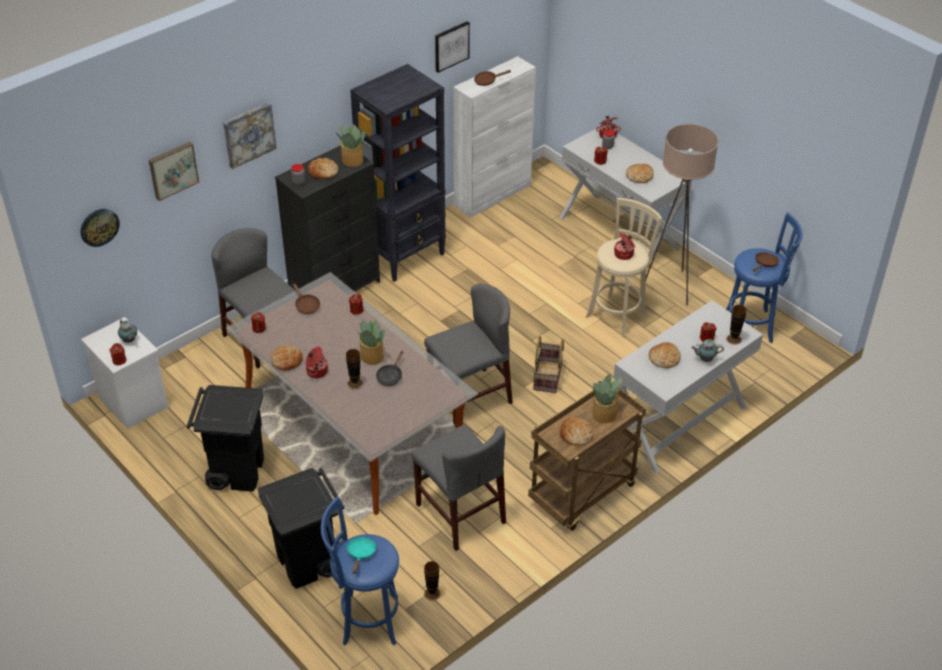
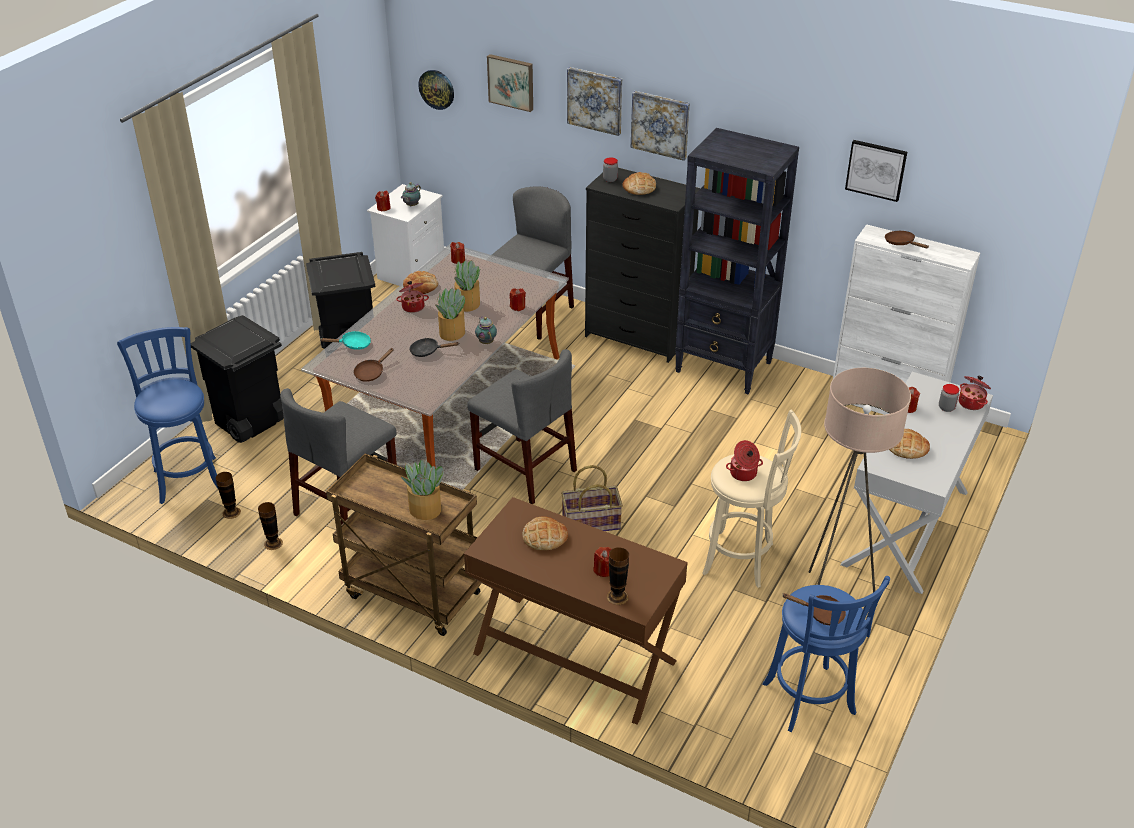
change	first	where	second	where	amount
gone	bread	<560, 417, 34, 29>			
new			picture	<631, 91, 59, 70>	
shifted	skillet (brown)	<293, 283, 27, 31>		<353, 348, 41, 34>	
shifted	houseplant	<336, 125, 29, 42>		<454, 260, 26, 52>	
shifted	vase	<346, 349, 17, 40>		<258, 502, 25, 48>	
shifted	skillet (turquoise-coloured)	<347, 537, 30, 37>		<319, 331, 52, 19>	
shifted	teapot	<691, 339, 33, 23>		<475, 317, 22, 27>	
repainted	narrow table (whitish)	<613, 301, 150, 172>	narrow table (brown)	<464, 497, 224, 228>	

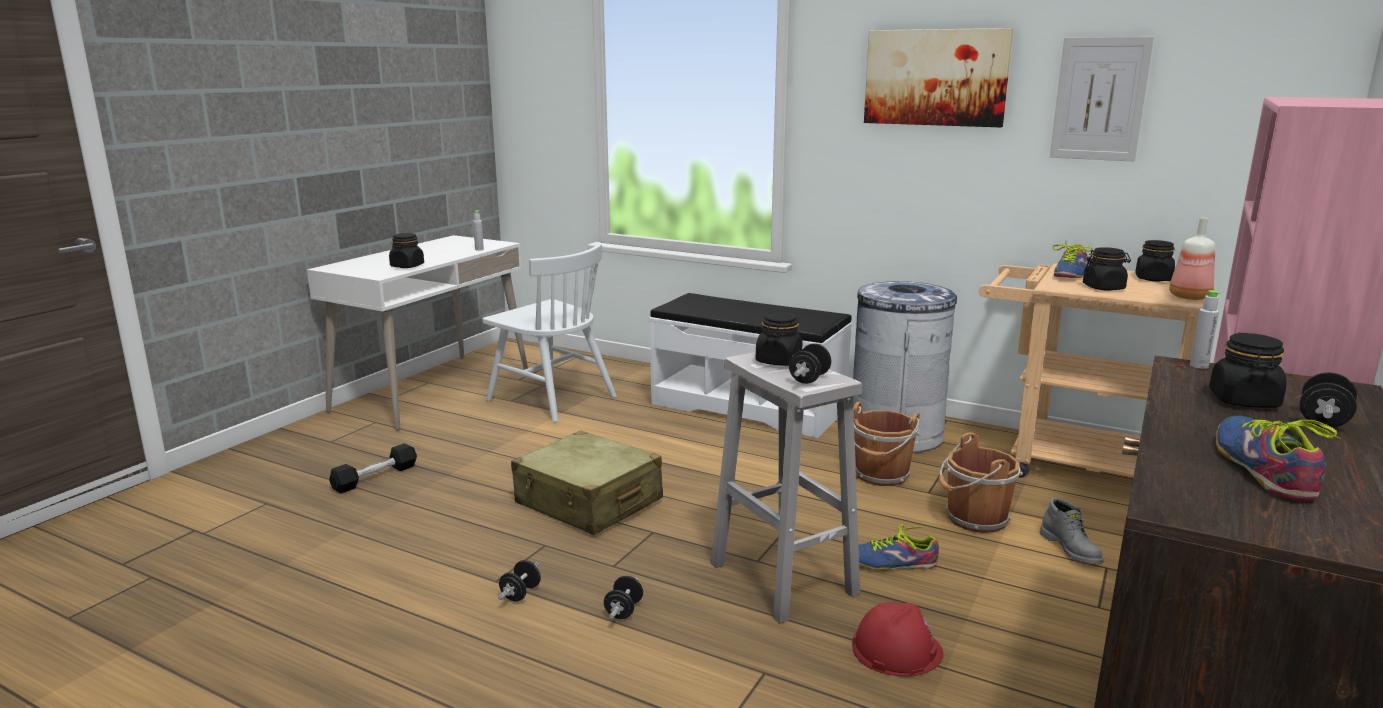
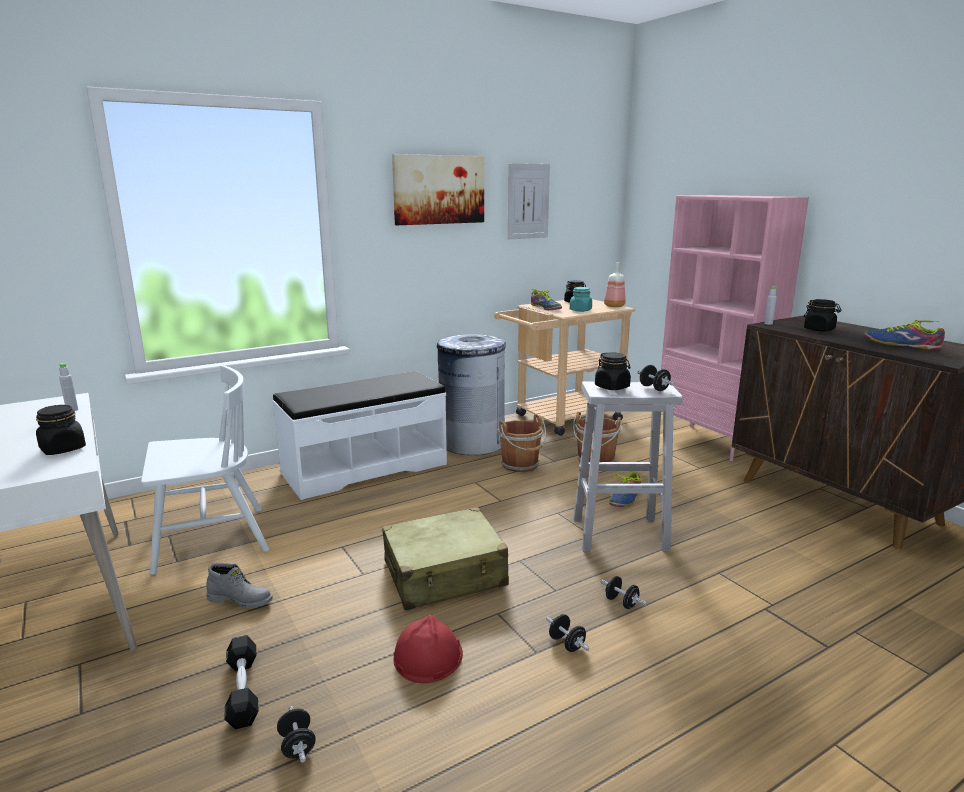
change	first	where	second	where	amount
shifted	work helmet (reddish)	<852, 602, 91, 74>		<393, 615, 70, 68>	
shifted	high-top boot (greyish)	<1040, 498, 64, 66>		<206, 563, 67, 45>	
shifted	dumbbell (black)	<1299, 372, 58, 56>		<277, 706, 39, 56>	
repainted	jar (black)	<1083, 247, 48, 44>	jar (turquoise-coloured)	<570, 287, 22, 25>	

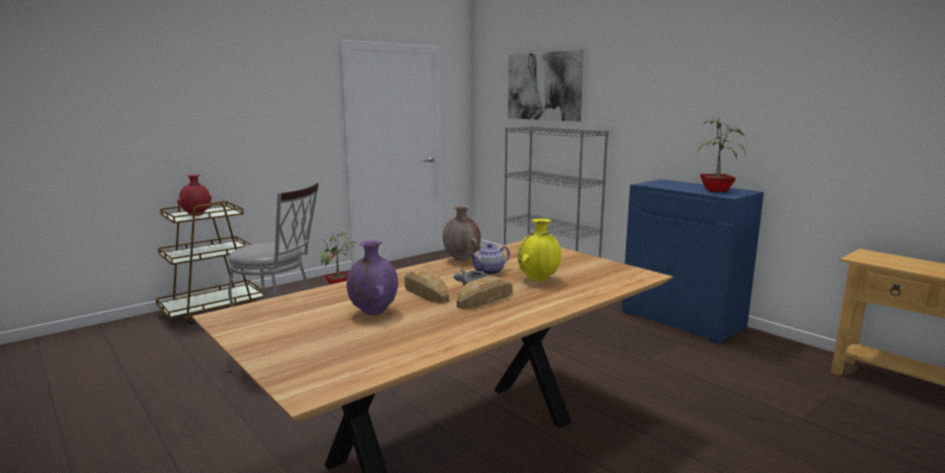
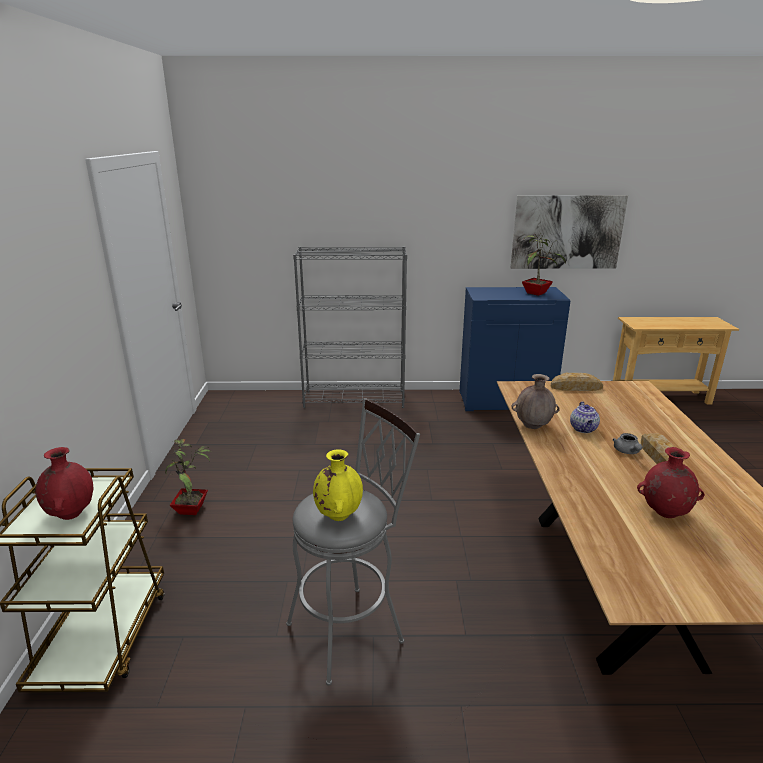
change	first	where	second	where	amount
shifted	bread	<404, 270, 45, 33>		<551, 373, 52, 18>	
shifted	picture	<508, 49, 76, 72>		<511, 195, 117, 74>	
shifted	vase (yellow-coloured)	<518, 219, 43, 63>		<313, 449, 50, 72>	
repainted	vase (purplish)	<346, 240, 52, 75>	vase (reddish)	<637, 447, 68, 71>	

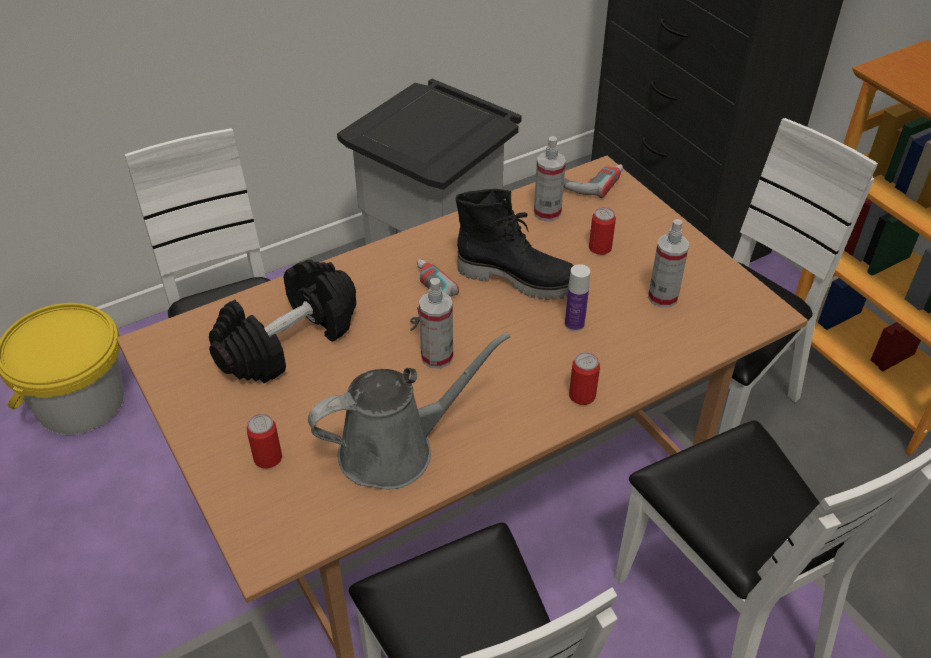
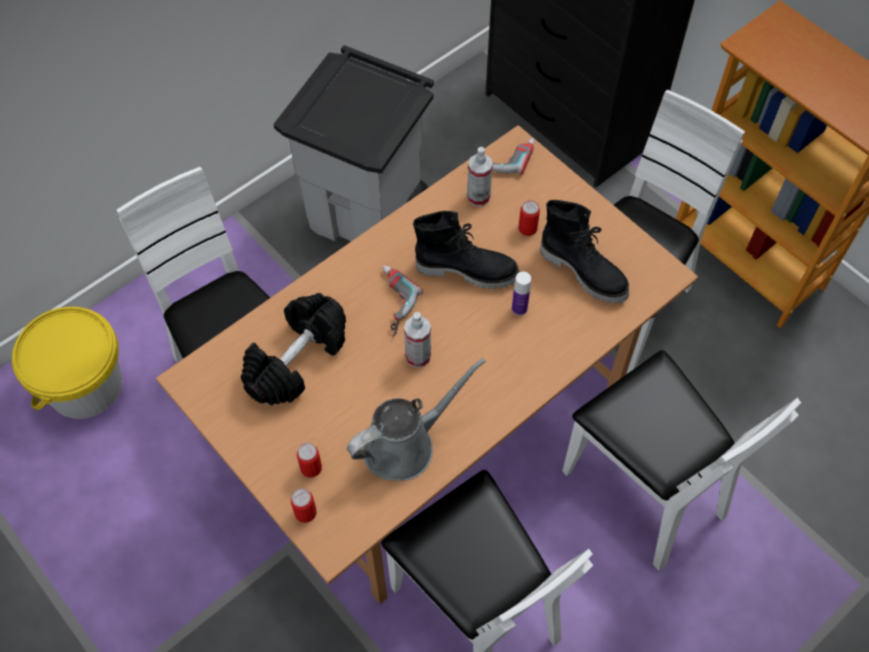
change	first	where	second	where	amount
shifted	sealed can	<569, 352, 31, 53>		<291, 488, 26, 35>	
swapped	sprayer	<648, 219, 42, 89>	high-top boot (black)	<540, 200, 89, 104>	

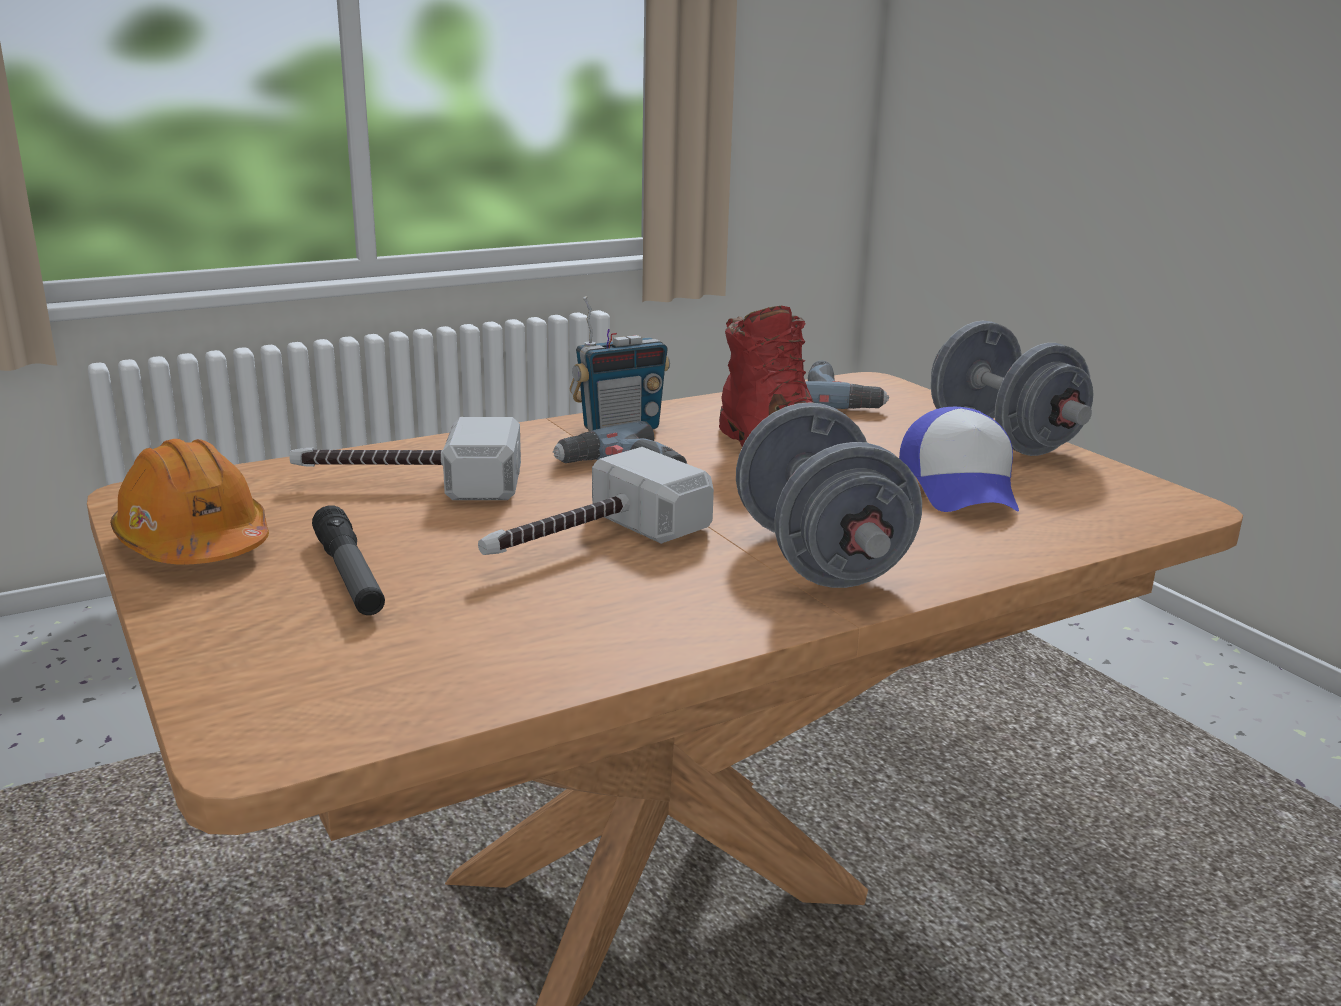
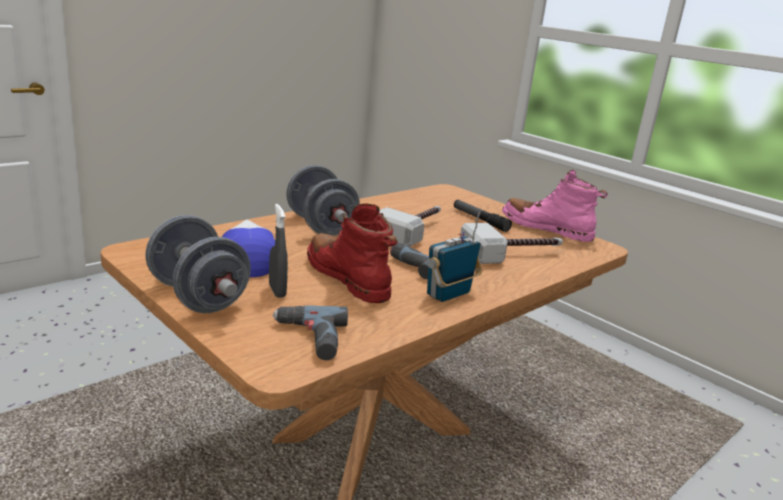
change	first	where	second	where	amount
new			sprayer (greyish)	<269, 204, 19, 94>	
swapped	work helmet (orange-coloured)	<110, 439, 159, 126>	high-top boot (pink)	<502, 170, 106, 72>	

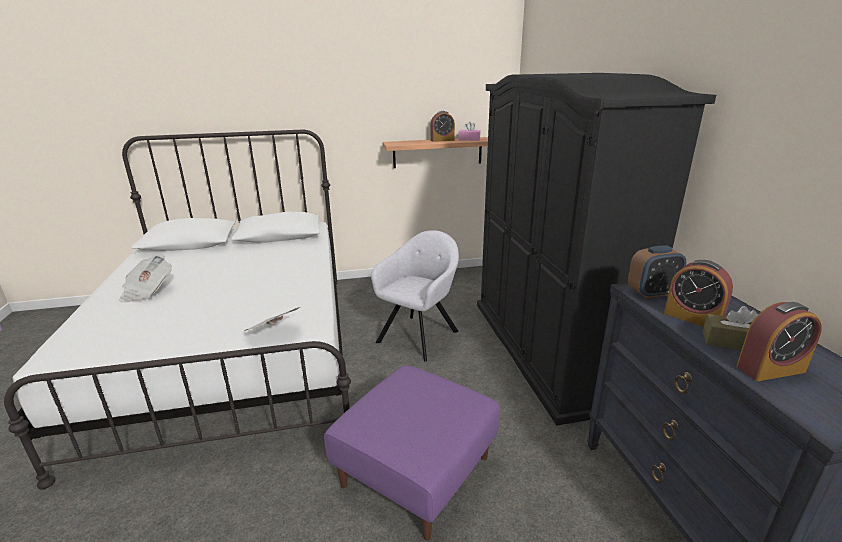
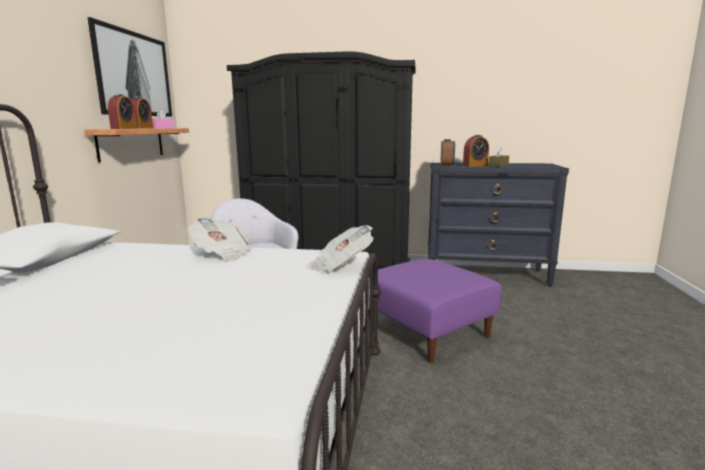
change	first	where	second	where	amount
new			picture	<87, 17, 85, 100>	
shifted	printed paper	<119, 255, 53, 47>		<188, 217, 64, 44>	
shifted	bedside clock	<736, 302, 86, 79>		<108, 94, 29, 35>	

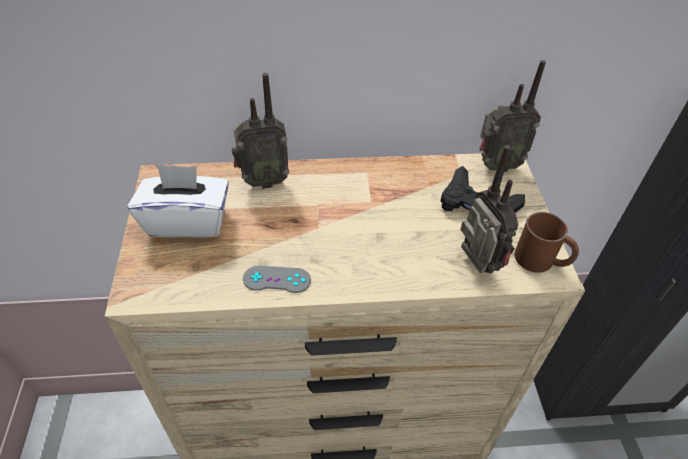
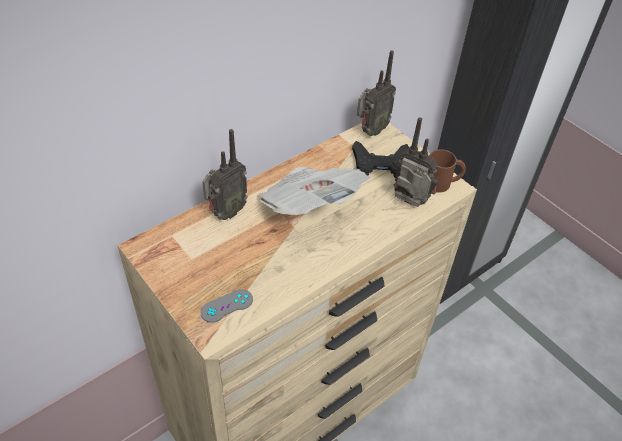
change	first	where	second	where	amount
gone	box of tissues (whitish)	<128, 164, 101, 74>			
new			printed paper	<257, 166, 114, 49>	
shifted	joypad (greyish)	<243, 266, 68, 27>		<200, 289, 53, 34>	

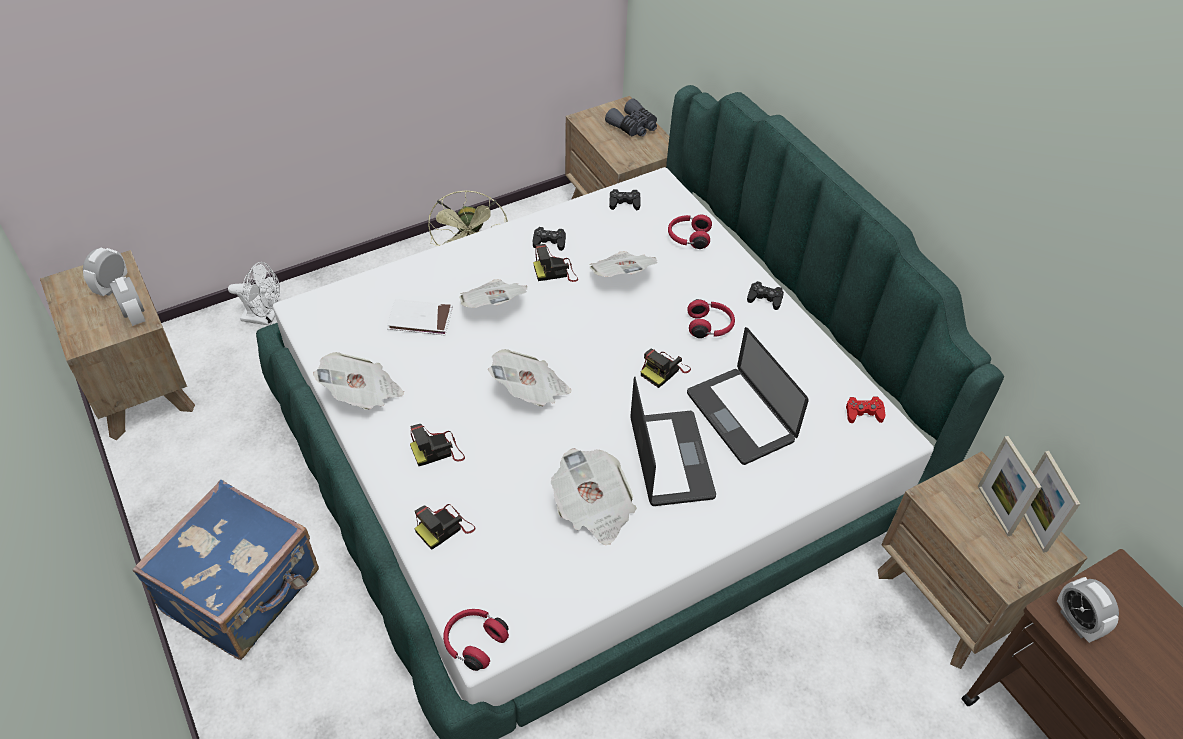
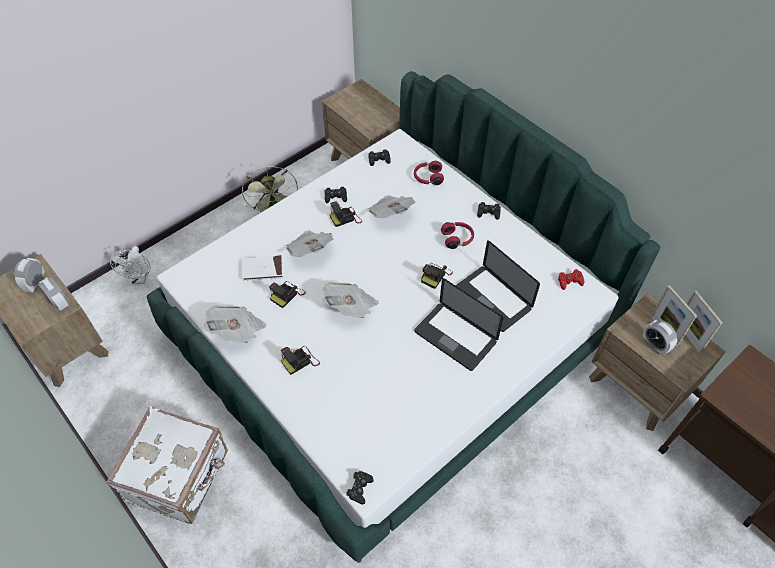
change	first	where	second	where	amount
gone	printed paper	<551, 448, 86, 97>			
gone	pair of binoculars (greyish)	<605, 98, 52, 39>			
shifted	photo camera	<414, 504, 61, 46>		<269, 281, 37, 27>	
shifted	bedside clock	<1057, 577, 62, 66>		<643, 320, 34, 36>	
swapped	headset (reddish)	<443, 609, 66, 62>	joypad (black)	<347, 471, 27, 34>	
repainted	travel case (blue-coloured)	<132, 480, 187, 180>	travel case (whitish)	<107, 406, 121, 118>	
rotated	cooling fan (whitish)	<228, 262, 52, 64>		<110, 246, 40, 38>	90 degrees clockwise
rotated	notebook computer	<630, 377, 86, 129>		<414, 278, 90, 93>	150 degrees clockwise

